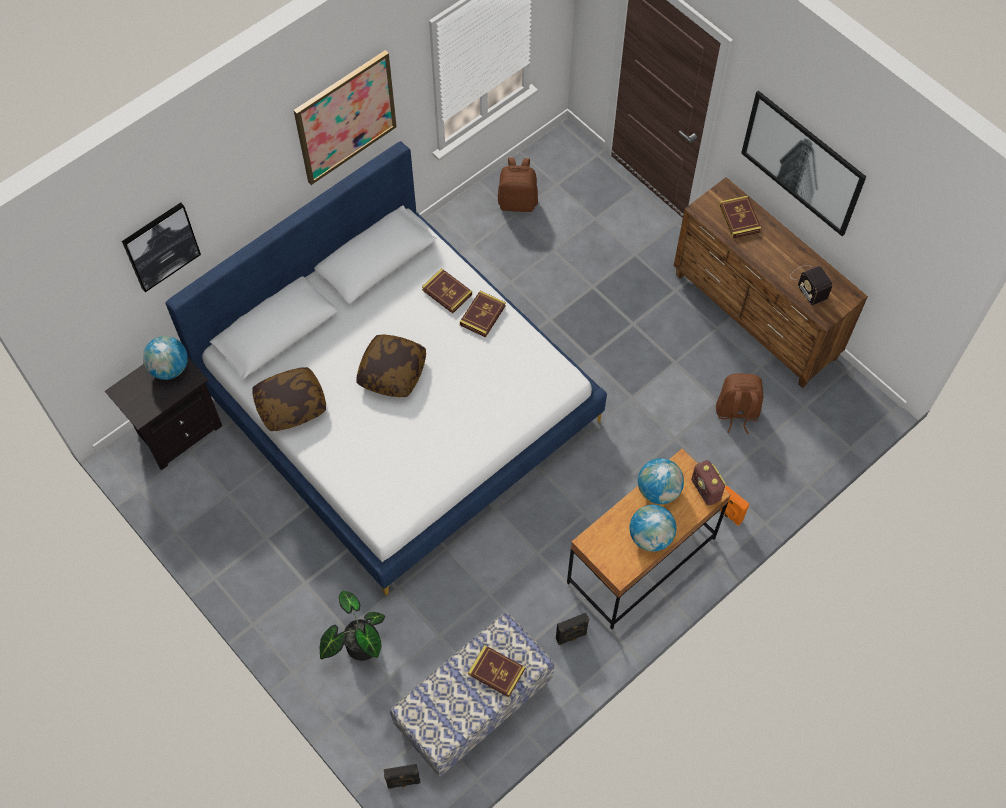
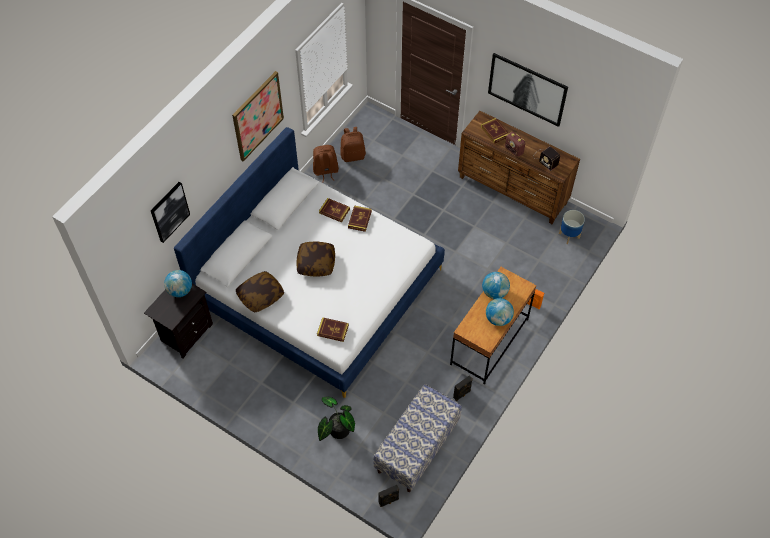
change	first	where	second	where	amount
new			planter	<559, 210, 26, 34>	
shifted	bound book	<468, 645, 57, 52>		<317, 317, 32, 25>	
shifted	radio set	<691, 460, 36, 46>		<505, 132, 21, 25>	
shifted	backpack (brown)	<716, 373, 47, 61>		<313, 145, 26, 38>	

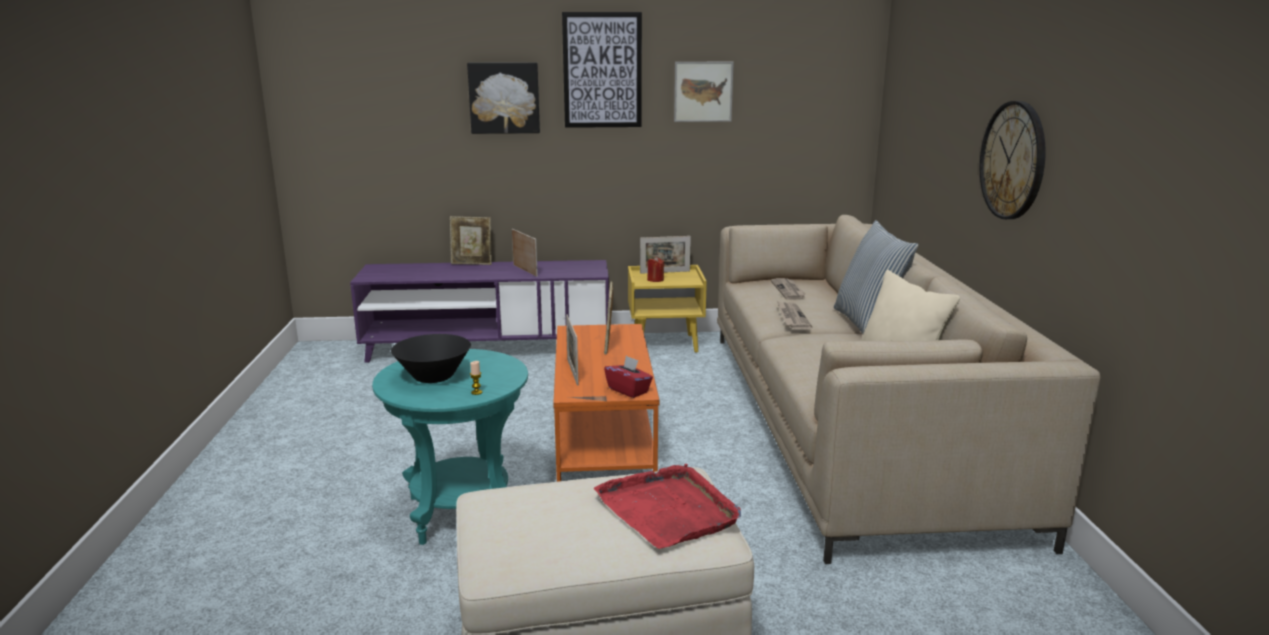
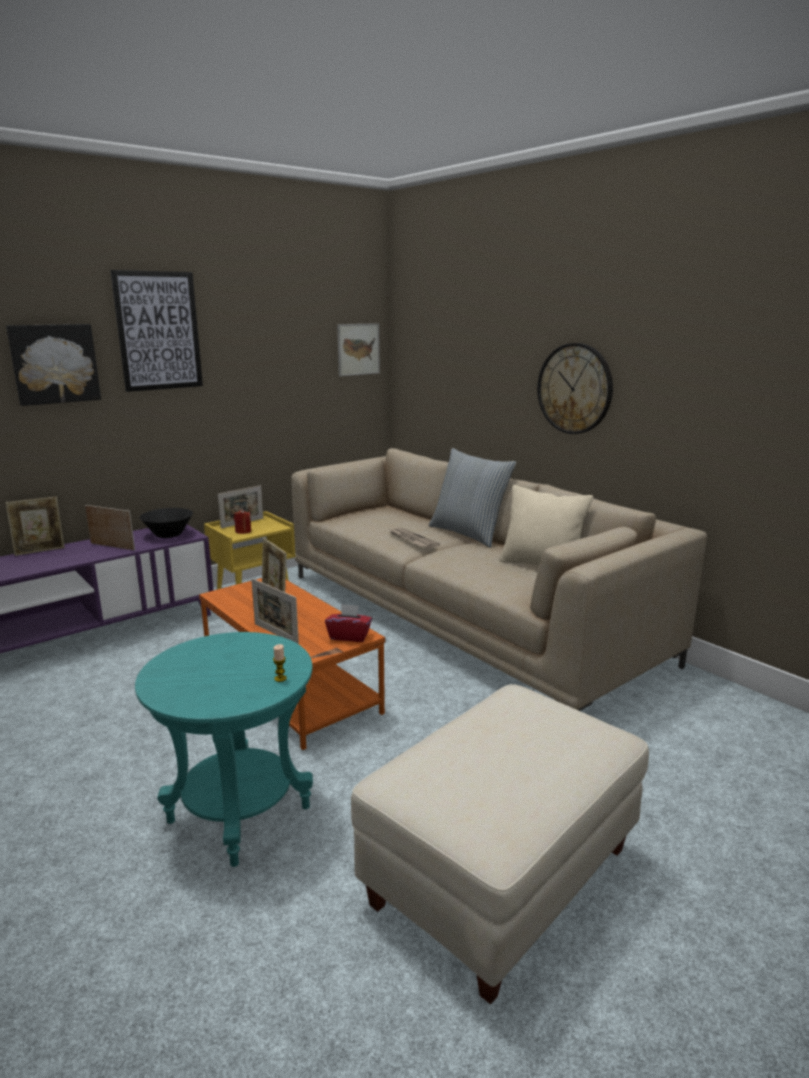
change	first	where	second	where	amount
gone	carrying tray (reddish)	<594, 464, 147, 85>			
gone	printed paper	<771, 278, 35, 22>			
shifted	serving bowl (black)	<391, 334, 80, 49>		<140, 508, 53, 30>	
shifted	picture	<674, 62, 60, 60>		<337, 323, 43, 53>	

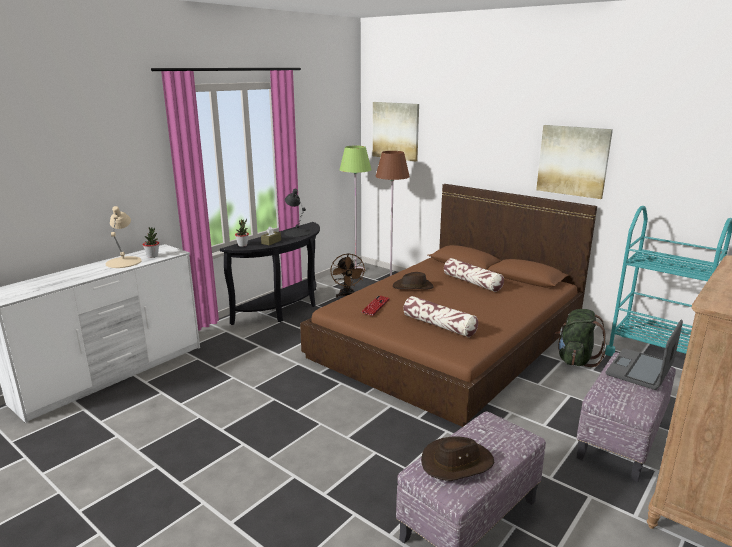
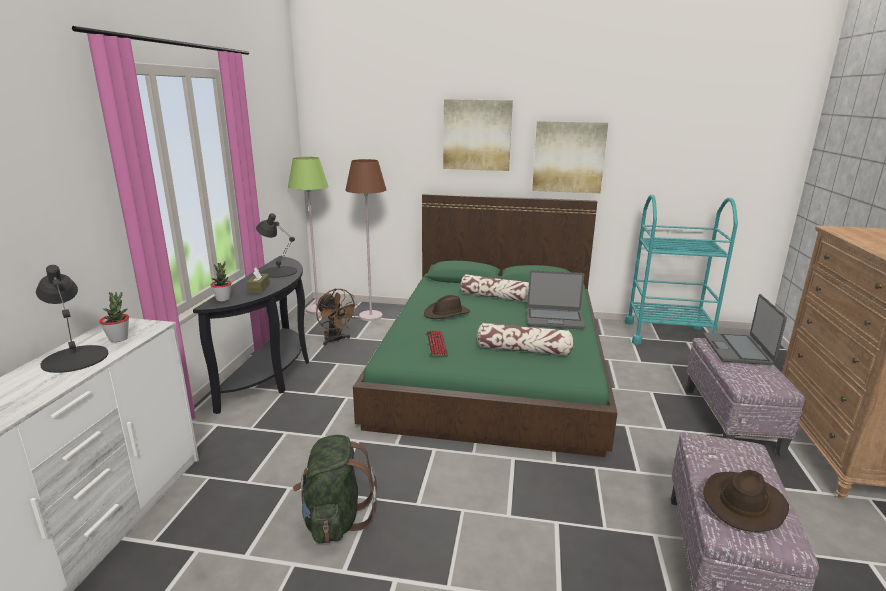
change	first	where	second	where	amount
new			notebook computer	<527, 270, 58, 60>	
shifted	picture	<373, 102, 46, 60>		<443, 99, 70, 72>	
shifted	backpack (greenish)	<555, 309, 52, 58>		<293, 435, 84, 108>	
repainted	table lamp (sand-coloured)	<106, 206, 36, 62>	table lamp (black)	<36, 265, 72, 108>	
repainted	bedroom bed (brown)	<300, 184, 297, 243>	bedroom bed (greenish)	<353, 194, 264, 263>	

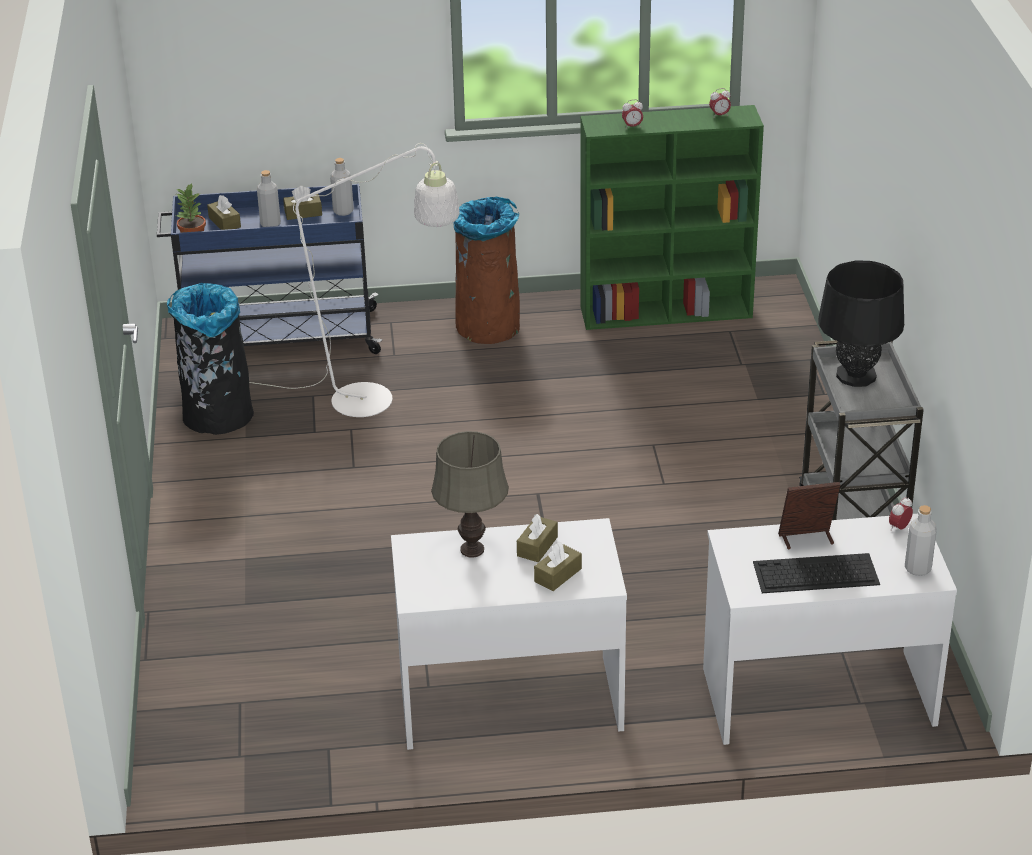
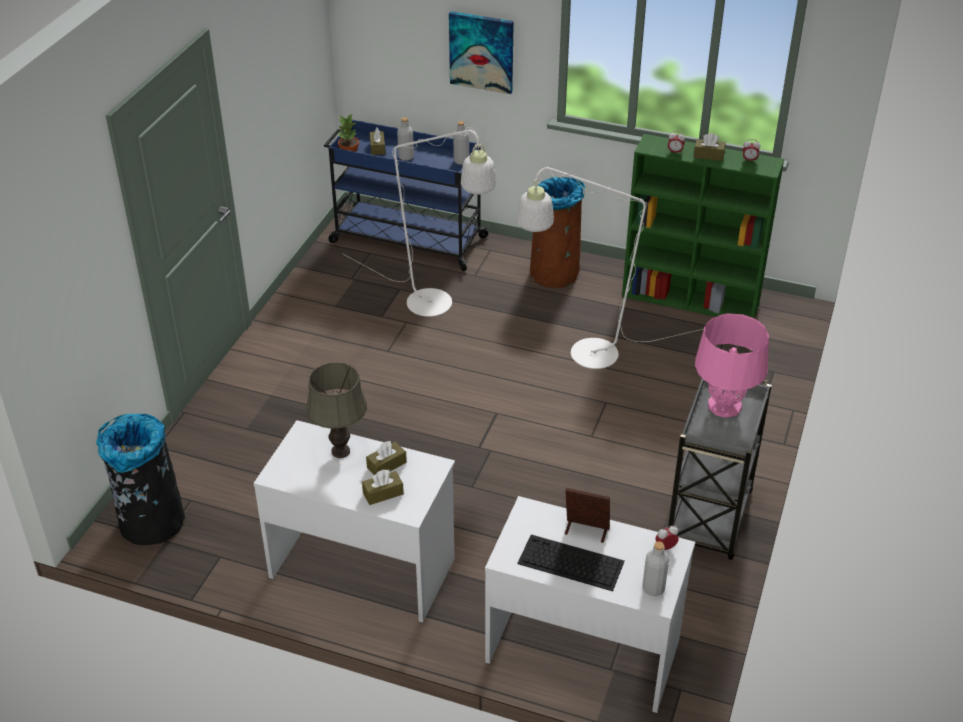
change	first	where	second	where	amount
new			picture	<449, 11, 65, 83>	
new			floor lamp (whitish)	<517, 166, 186, 203>	
shifted	waste bin (black)	<167, 283, 87, 152>		<96, 414, 89, 131>	
shifted	box of tissues (brown)	<283, 186, 39, 34>		<694, 133, 32, 28>	
repainted	table lamp (black)	<818, 260, 86, 127>	table lamp (pink)	<695, 313, 74, 105>	

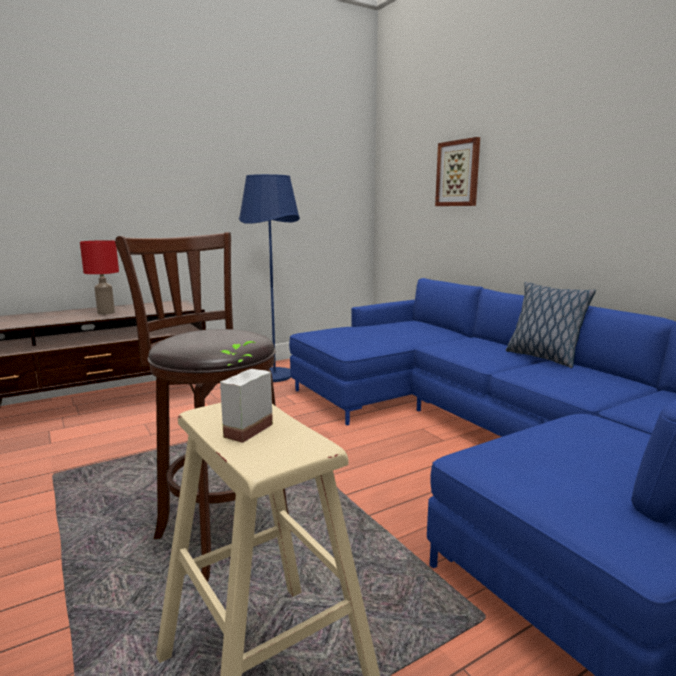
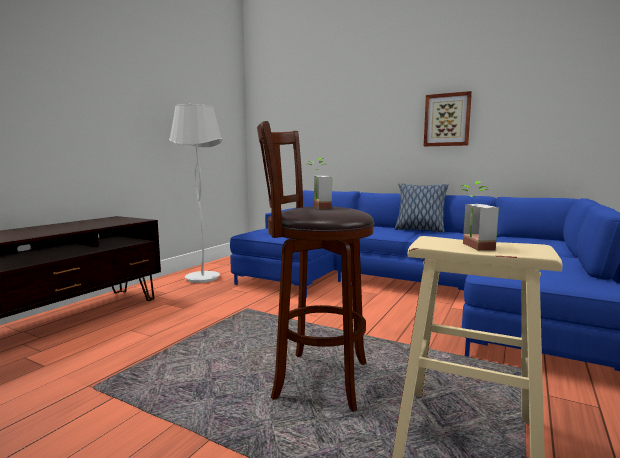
change	first	where	second	where	amount
gone	table lamp (reddish)	<80, 240, 39, 75>			
new			houseplant	<309, 158, 23, 51>	
shifted	picture	<435, 137, 45, 69>		<424, 91, 48, 55>	
repainted	floor lamp (blue-coloured)	<239, 174, 61, 208>	floor lamp (whitish)	<169, 104, 53, 179>	

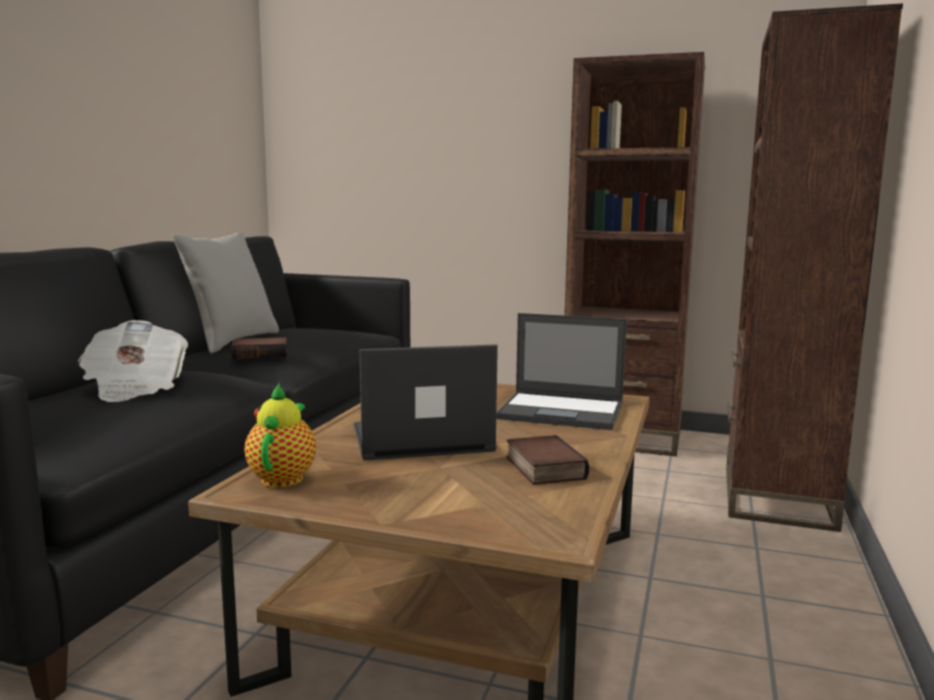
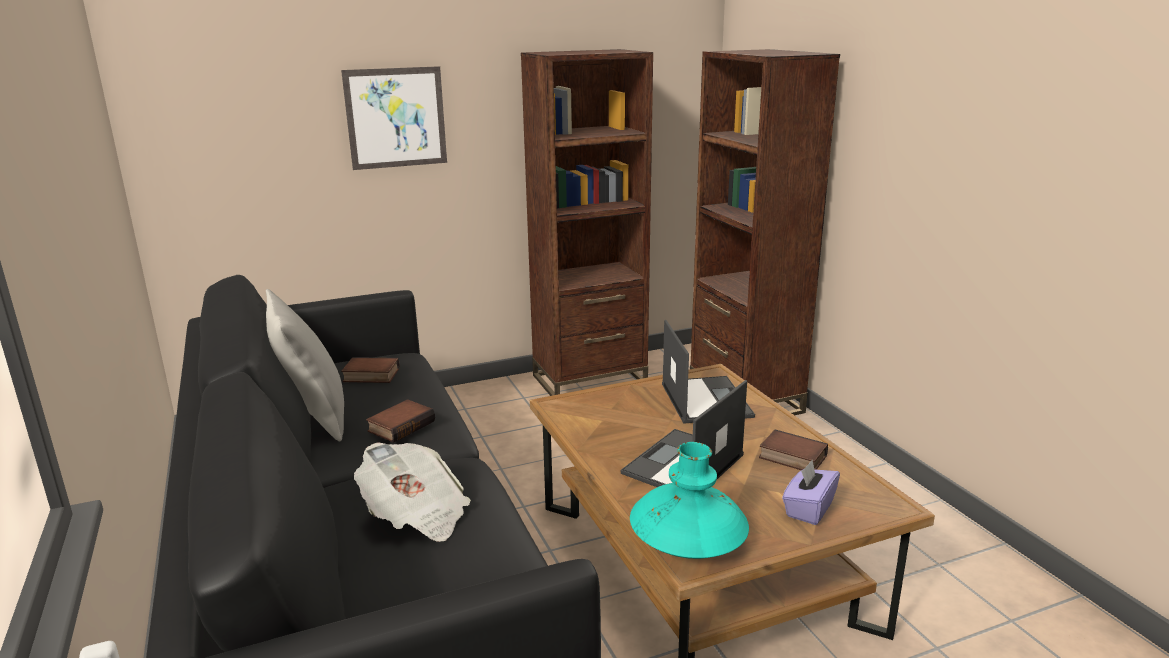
change	first	where	second	where	amount
new			picture	<341, 66, 106, 104>	
new			bound book	<341, 357, 59, 26>	
new			box of tissues (purplish)	<782, 460, 58, 65>	
swapped	teapot	<244, 383, 72, 105>	vase (turquoise-coloured)	<630, 442, 119, 117>	
rotated	notebook computer	<496, 313, 131, 117>		<662, 320, 93, 104>	75 degrees counterclockwise

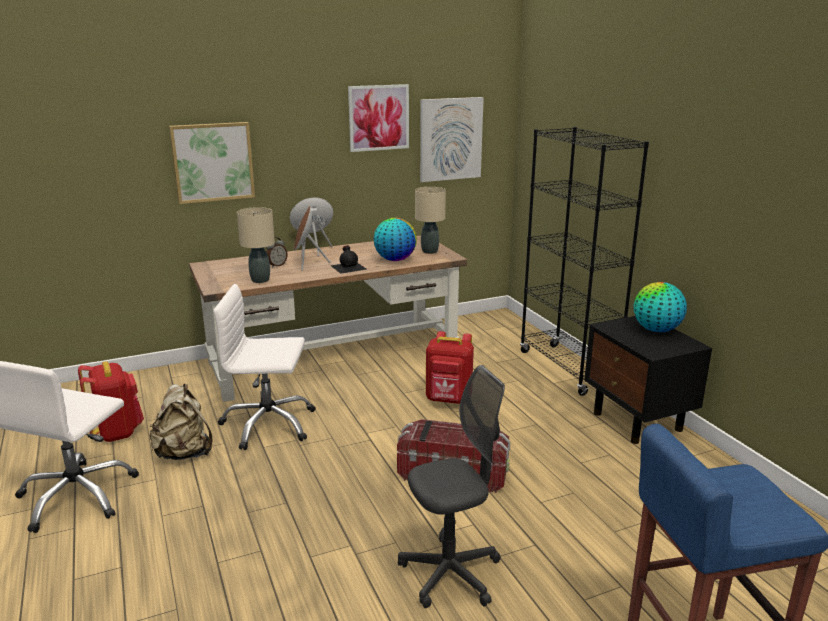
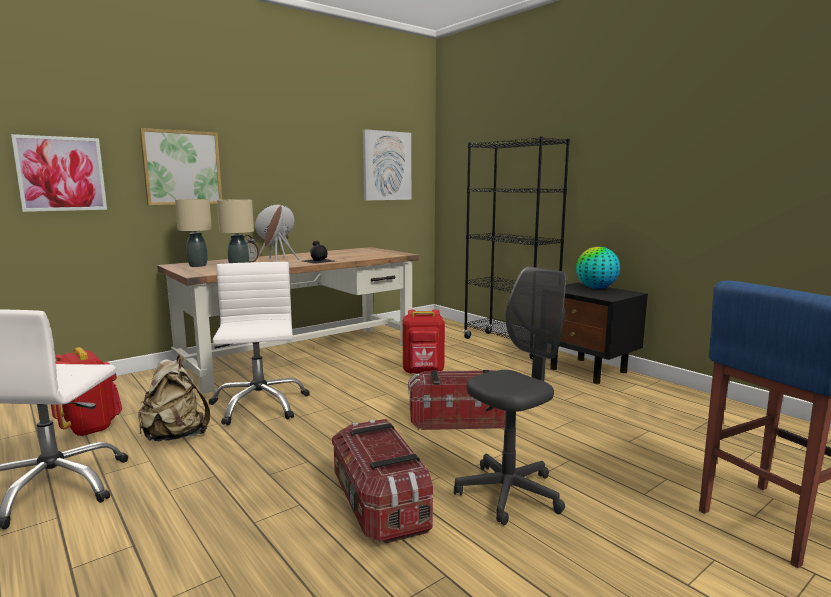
change	first	where	second	where	amount
gone	world globe	<374, 218, 43, 43>			
new			storage bin	<332, 419, 101, 124>	
shifted	picture	<348, 84, 61, 68>		<11, 134, 96, 78>	
shifted	table lamp (sand-coloured)	<415, 187, 31, 67>		<175, 199, 37, 68>	
rotated	office chair (whitish)	<213, 284, 103, 166>		<208, 262, 102, 163>	90 degrees clockwise

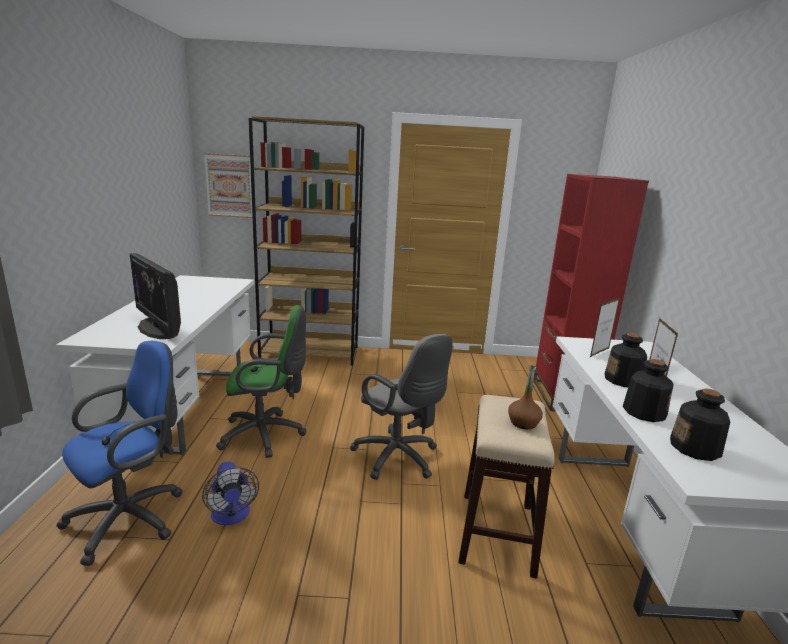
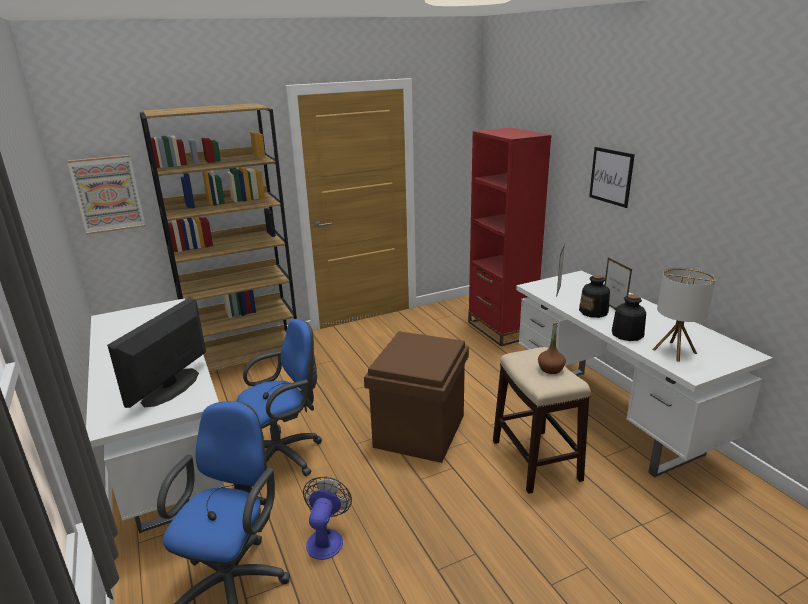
change	first	where	second	where	amount
new			picture	<589, 147, 46, 61>	
swapped	office chair (greyish)	<350, 334, 102, 146>	storage bin (brown)	<364, 331, 105, 132>	
swapped	drink bottle	<670, 388, 60, 73>	table lamp	<652, 267, 64, 95>	
repainted	office chair (greenish)	<216, 305, 90, 153>	office chair (blue-coloured)	<237, 319, 85, 168>	
rotated	computer screen	<130, 253, 51, 86>		<107, 298, 99, 110>	90 degrees clockwise
rotated	cooling fan	<202, 462, 57, 63>		<303, 477, 49, 83>	120 degrees counterclockwise

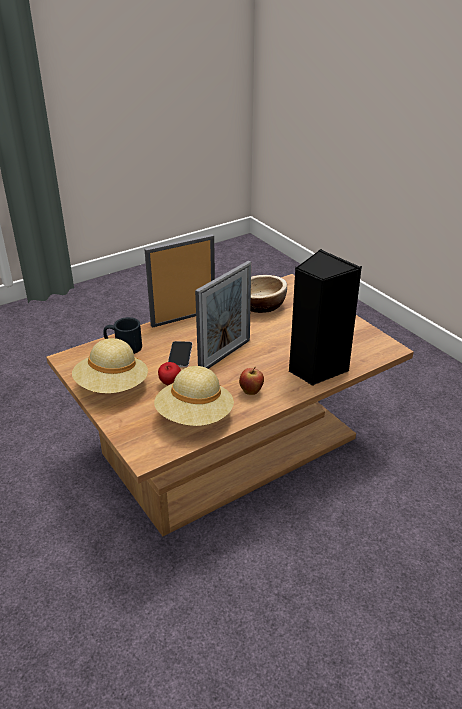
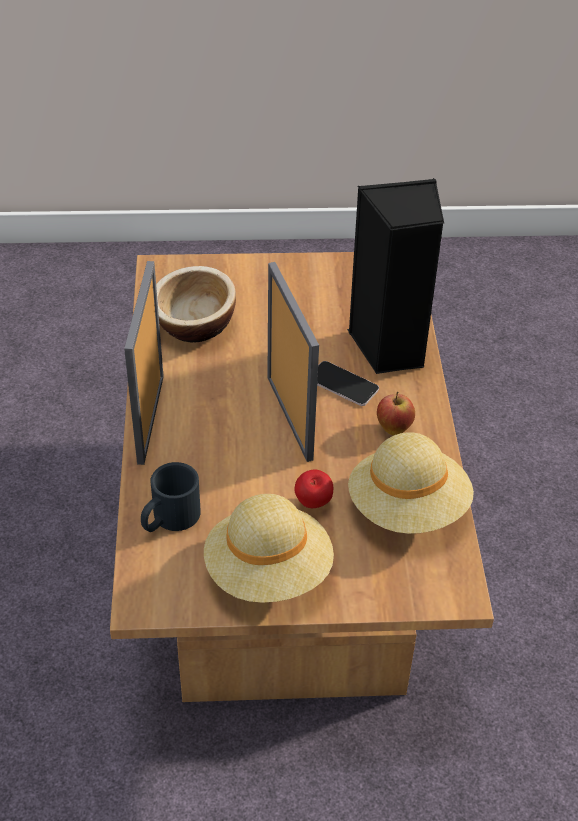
change	first	where	second	where	amount
shifted	telephone	<168, 341, 24, 26>		<317, 361, 62, 45>	

